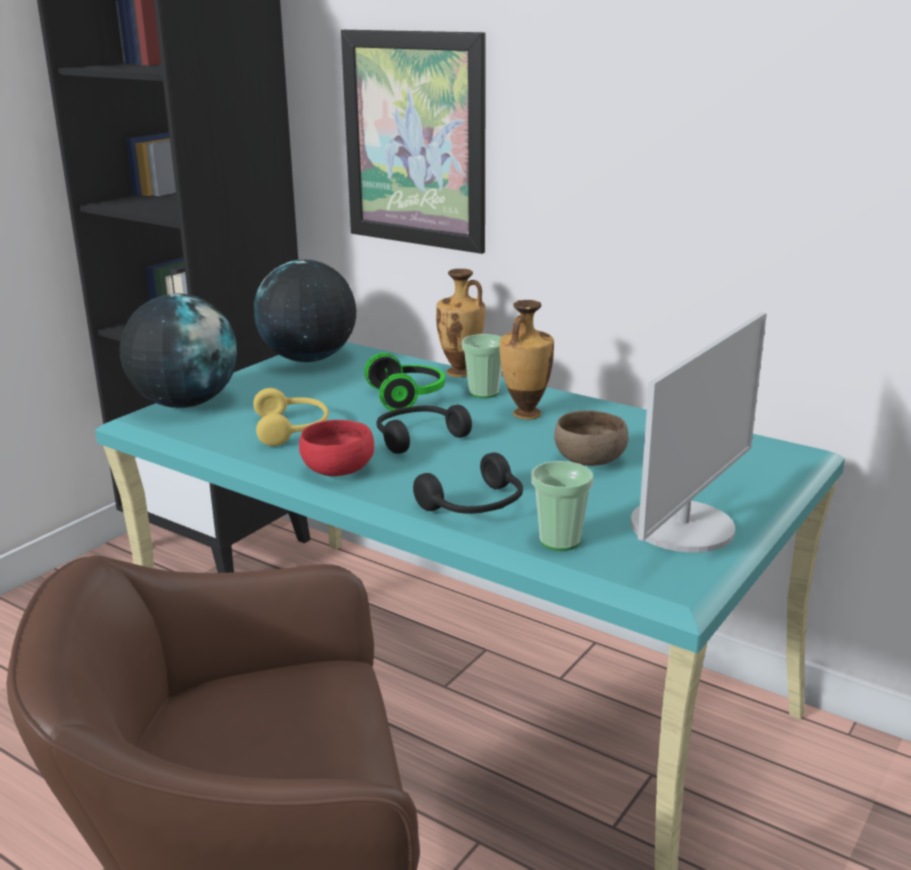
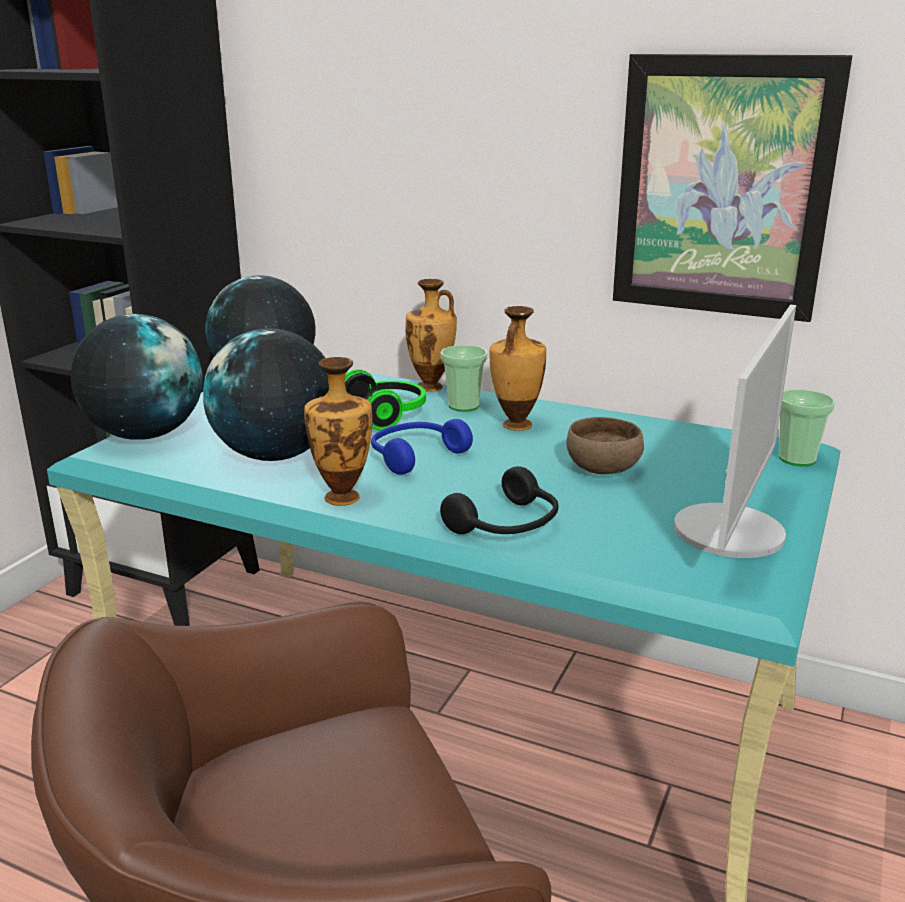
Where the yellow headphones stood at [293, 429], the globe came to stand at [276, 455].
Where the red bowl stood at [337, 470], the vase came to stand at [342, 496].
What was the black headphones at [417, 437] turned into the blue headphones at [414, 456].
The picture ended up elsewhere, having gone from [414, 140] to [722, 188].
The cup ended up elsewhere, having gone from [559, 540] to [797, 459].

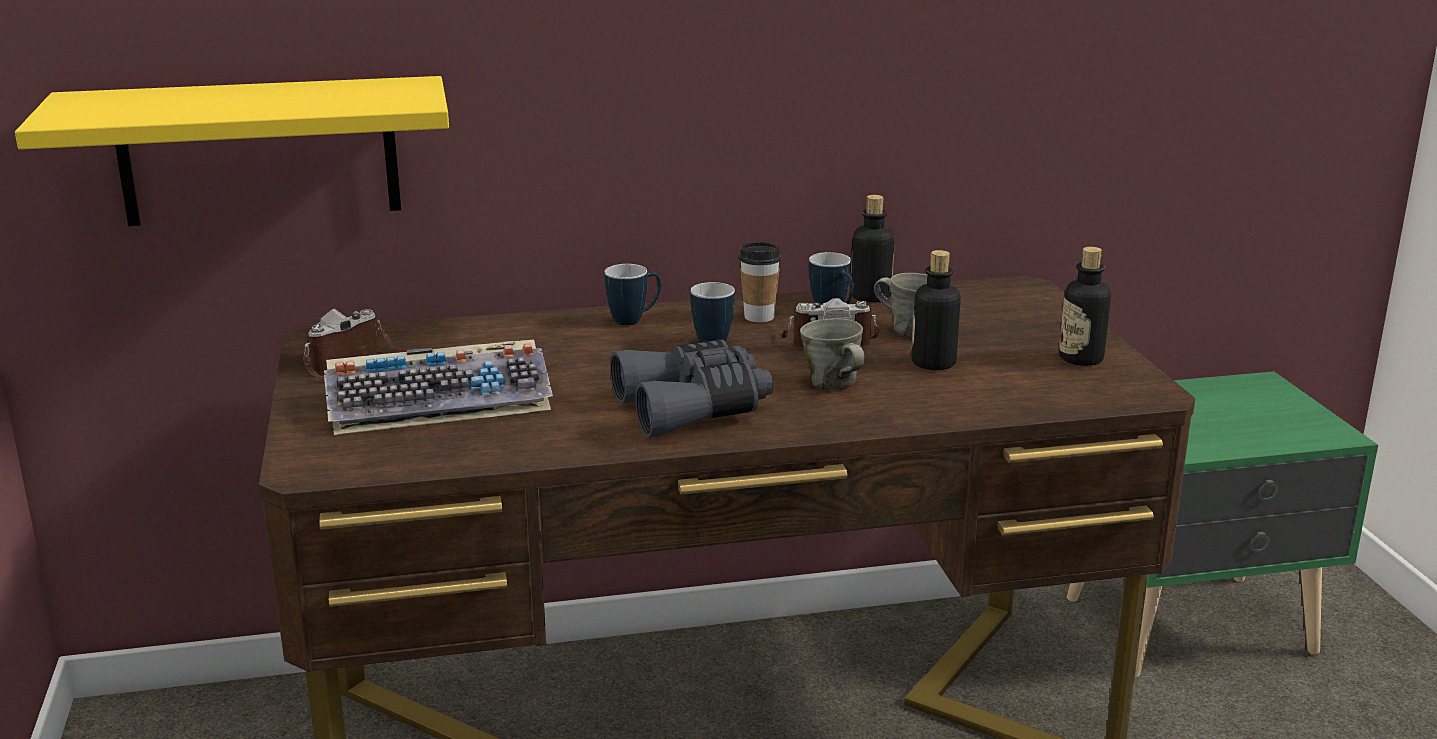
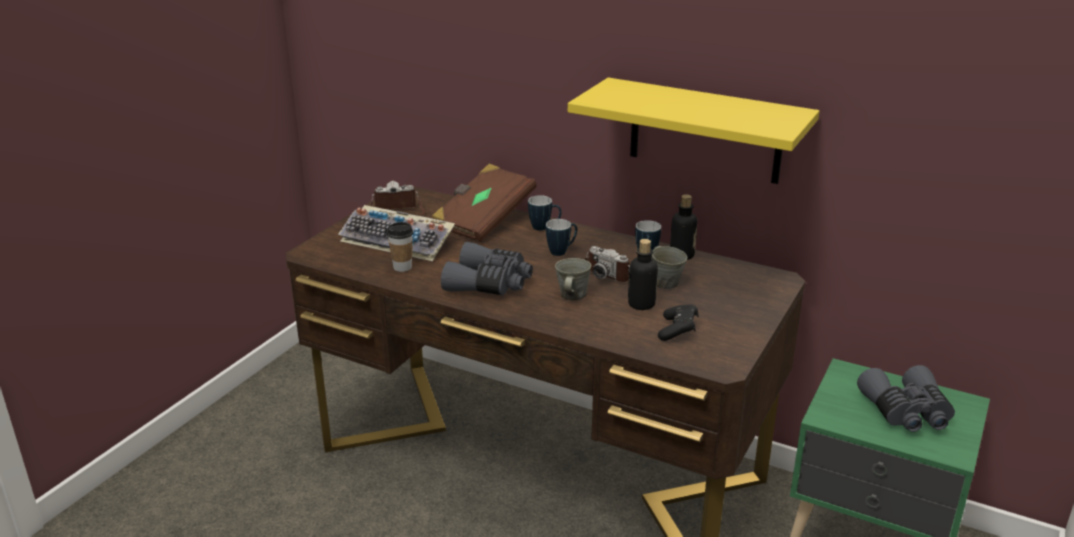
The cup ended up elsewhere, having gone from [759, 317] to [402, 267].
The second view gained the brown book at [483, 220].
The yellow shelf ended up elsewhere, having gone from [259, 151] to [705, 131].
The second view gained the black game controller at [678, 331].
The second view gained the grey binoculars at [907, 412].
The second view lost the bottle at [1081, 358].

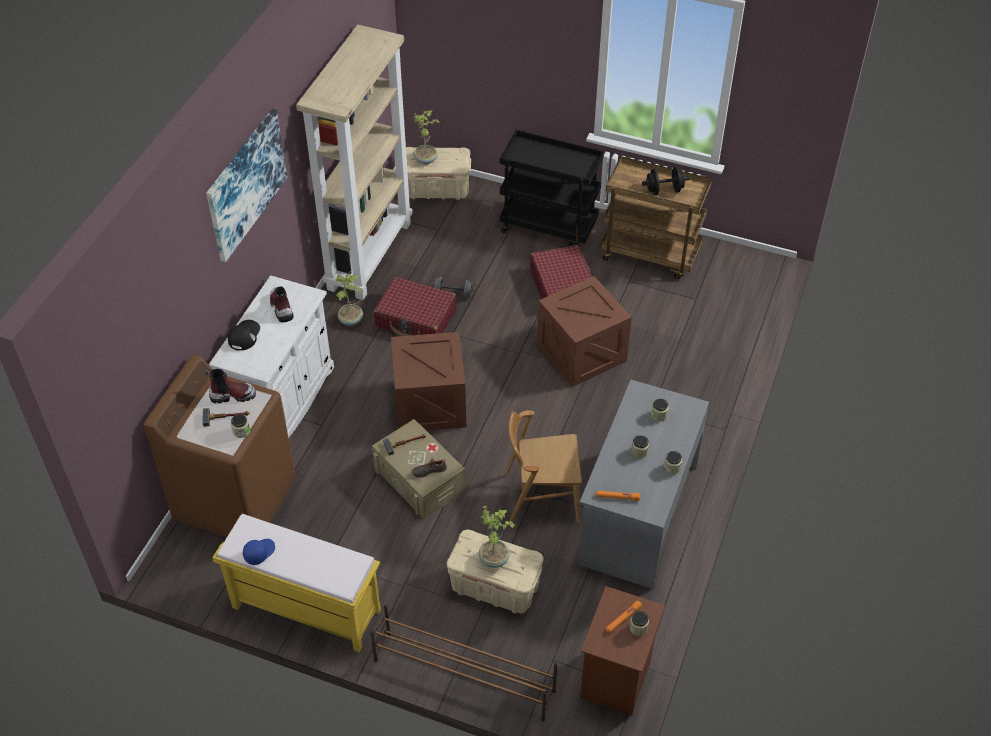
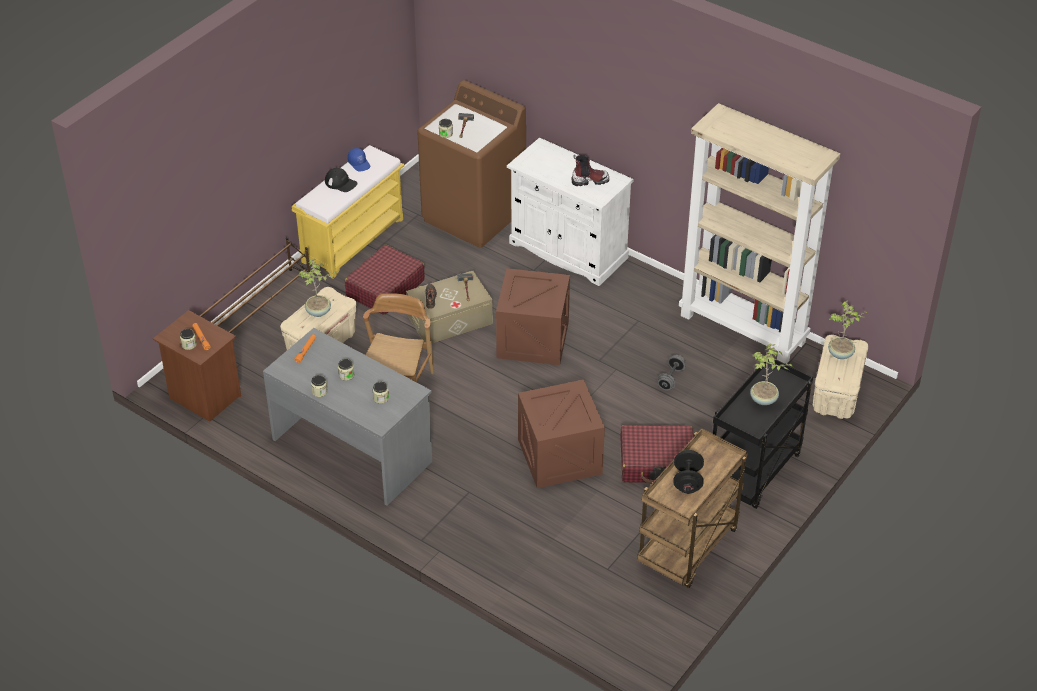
The black cap ended up elsewhere, having gone from [244, 336] to [341, 183].
The red suitcase ended up elsewhere, having gone from [416, 319] to [385, 288].
The potted plant ended up elsewhere, having gone from [351, 320] to [763, 400].
The second view lost the boot at [232, 395].
The second view lost the picture at [245, 184].

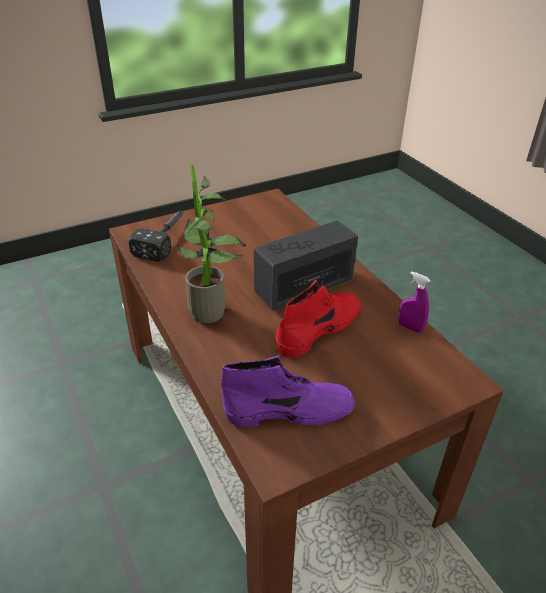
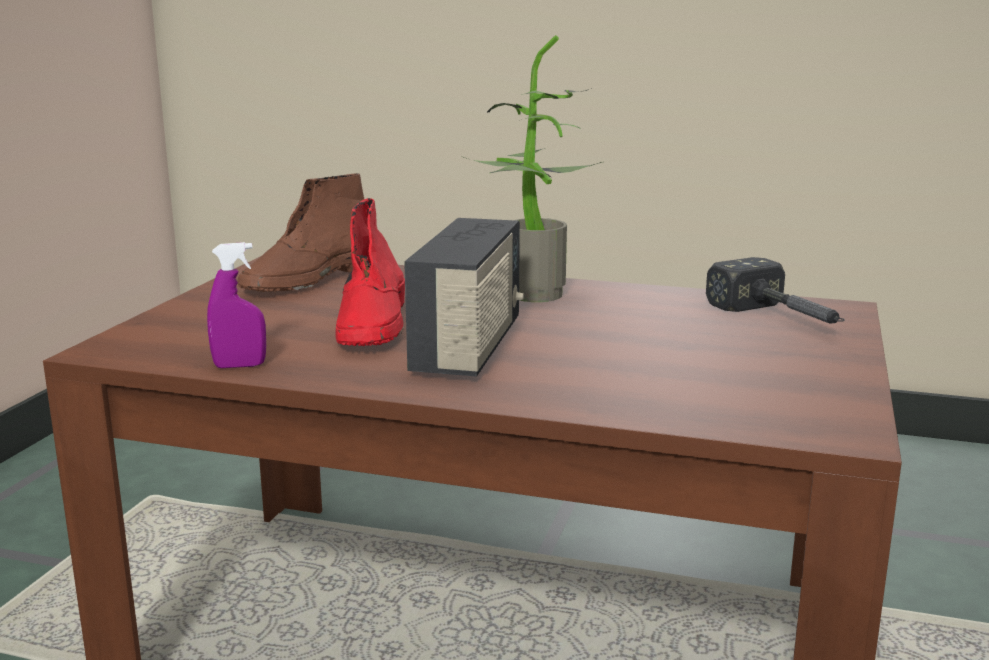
What was the purple boot at [290, 411] turned into the brown boot at [309, 281].

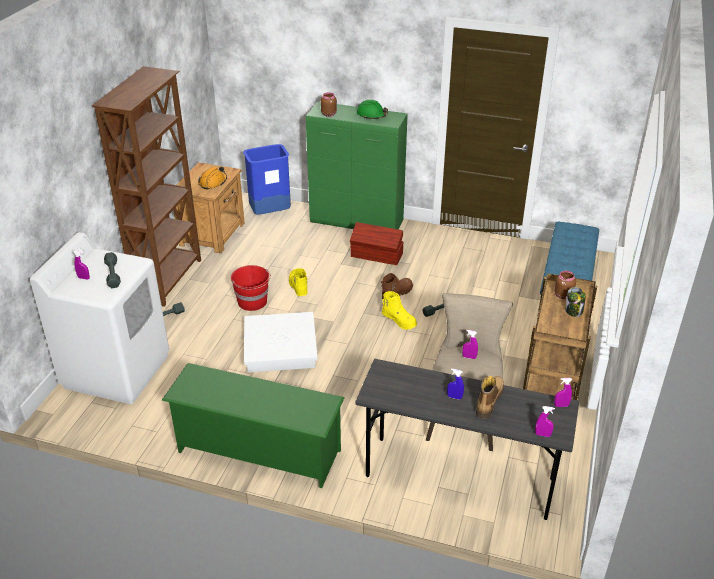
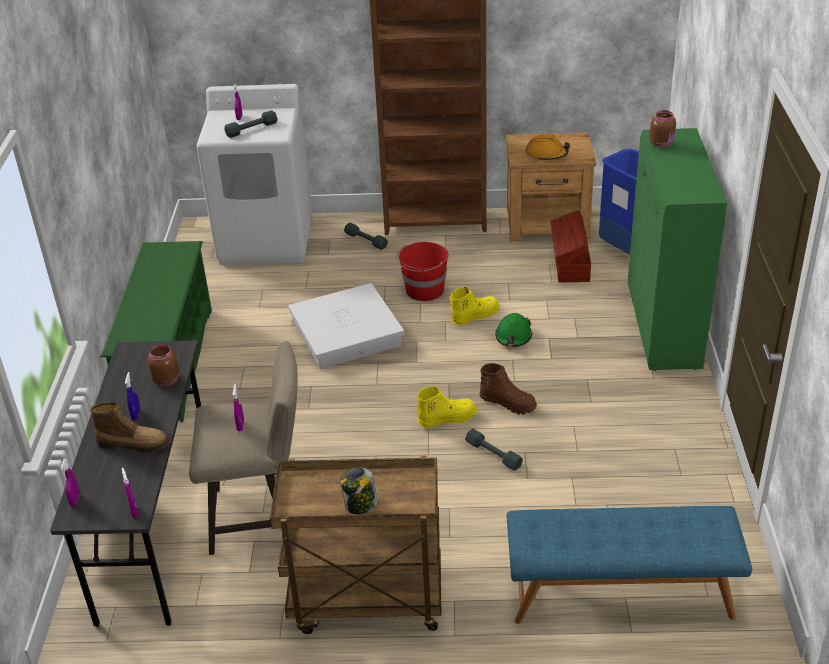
The brown jar ended up elsewhere, having gone from [562, 295] to [166, 379].
The yellow boot at [399, 320] ended up facing another way, 135 degrees counterclockwise from before.
The green hard hat ended up elsewhere, having gone from [372, 115] to [513, 336].
The brown storage box ended up elsewhere, having gone from [377, 255] to [570, 264].

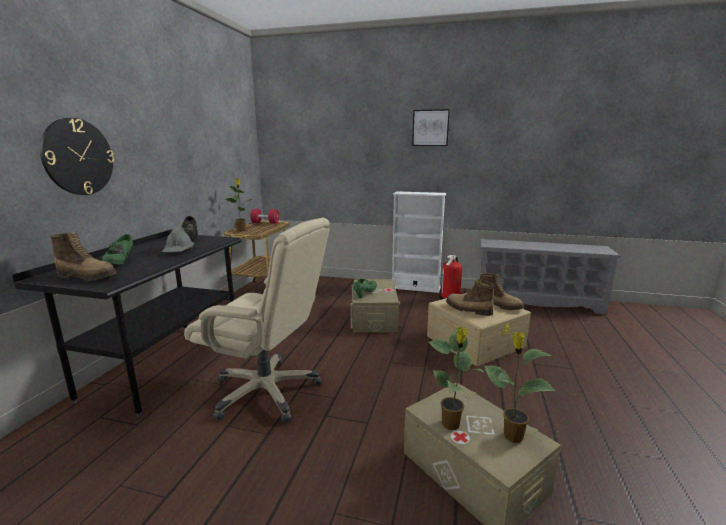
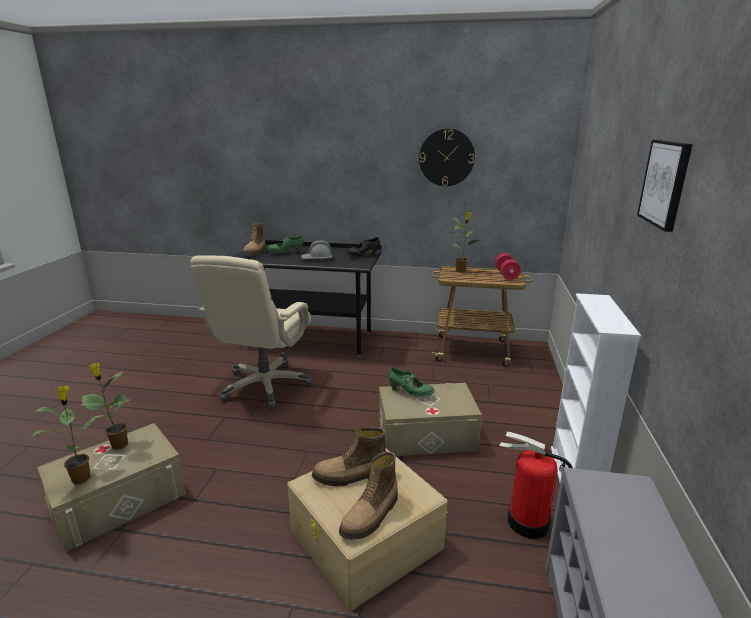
The boot at [468, 309] ended up facing another way, 135 degrees counterclockwise from before.
The wall clock ended up elsewhere, having gone from [78, 157] to [446, 157].

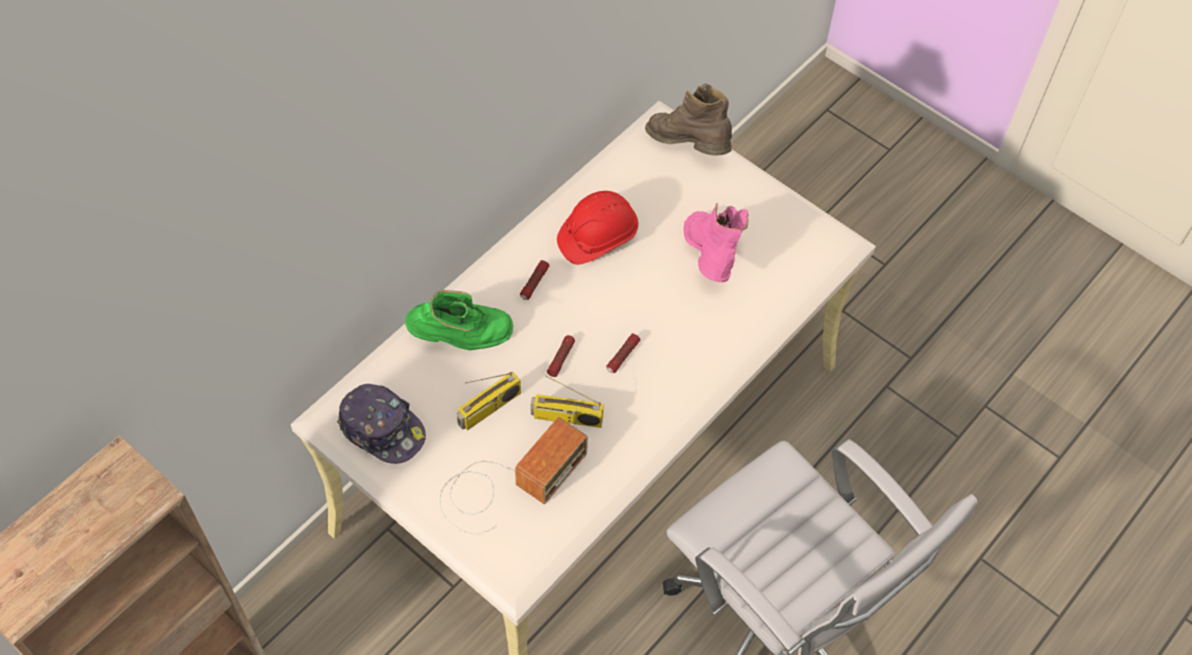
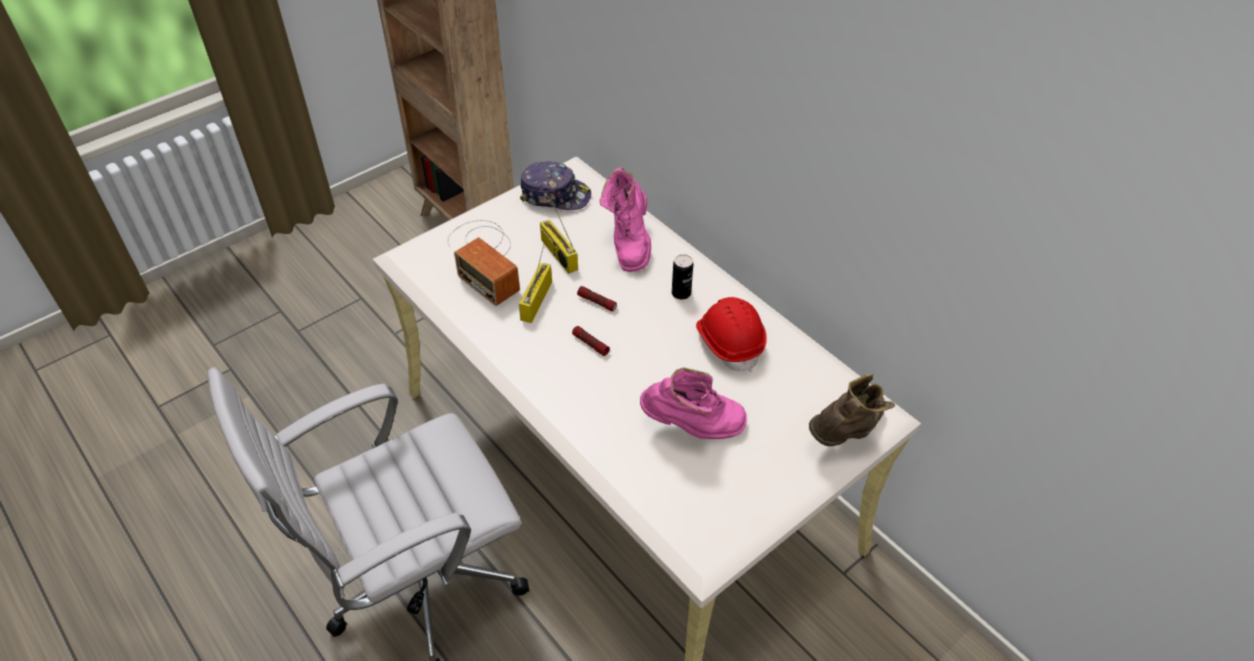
The cap at [382, 429] ended up facing another way, 120 degrees counterclockwise from before.
What was the green boot at [461, 339] turned into the pink boot at [629, 243].
Where the flashlight stood at [534, 283], the can came to stand at [681, 293].

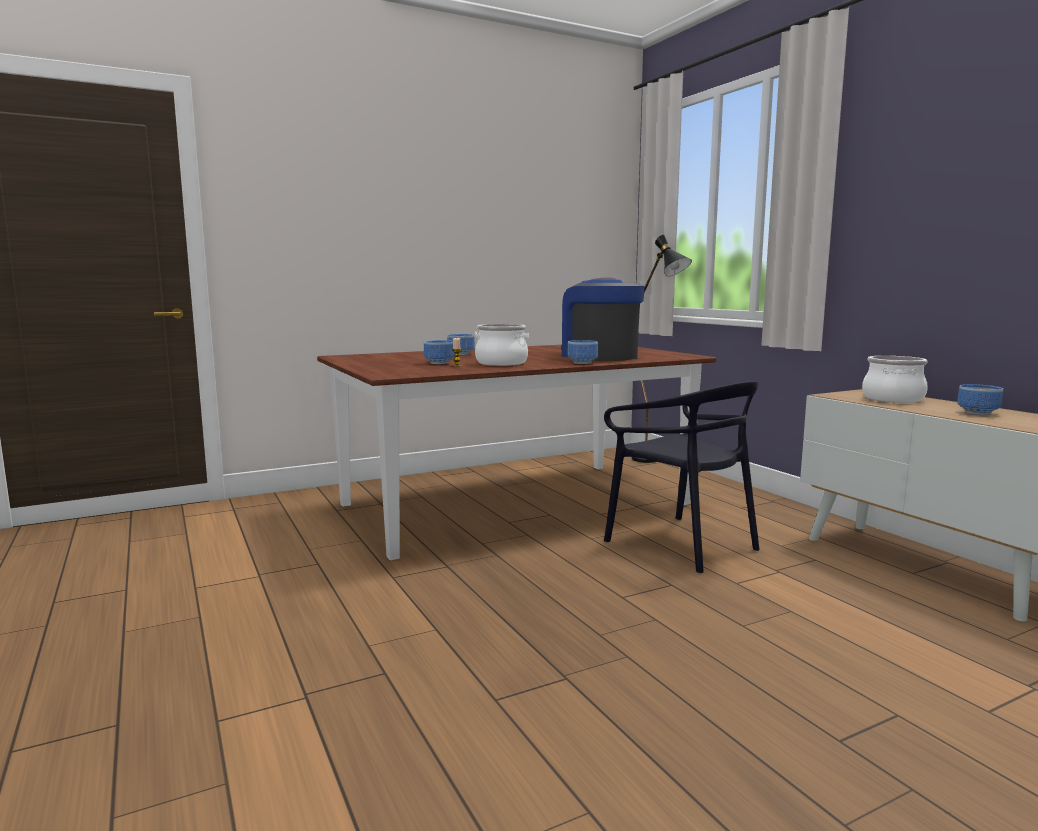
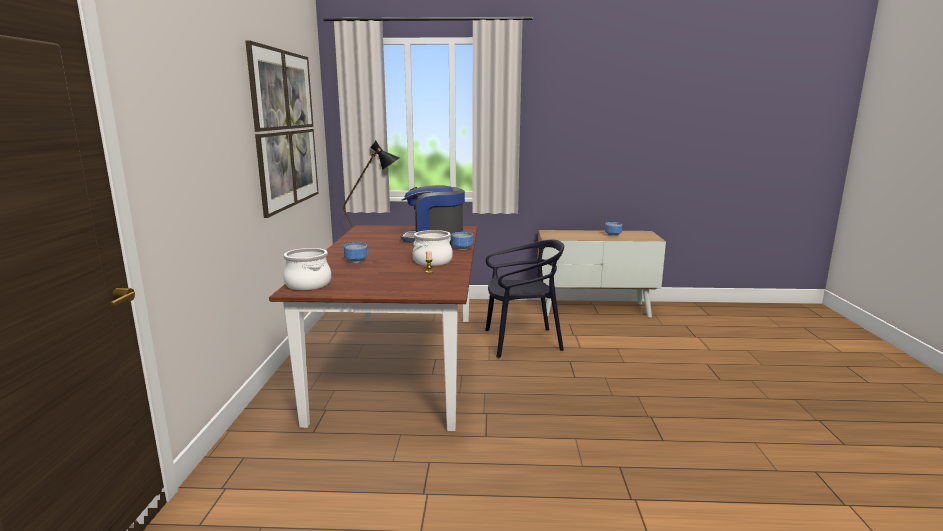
The second view gained the picture at [285, 129].
The cooking pot ended up elsewhere, having gone from [893, 399] to [308, 284].
The second view lost the bowl at [438, 363].

